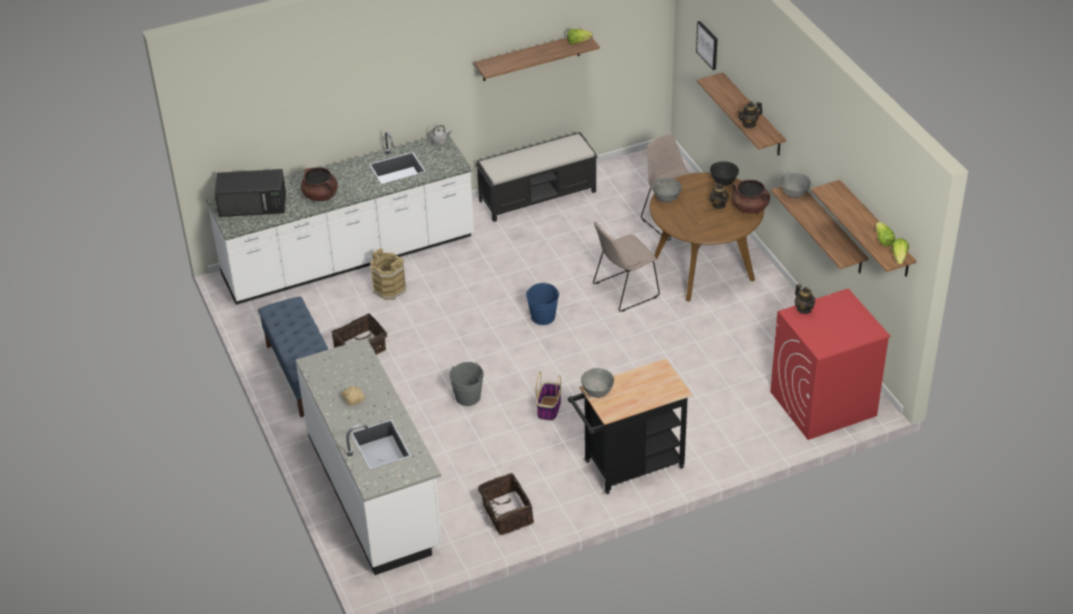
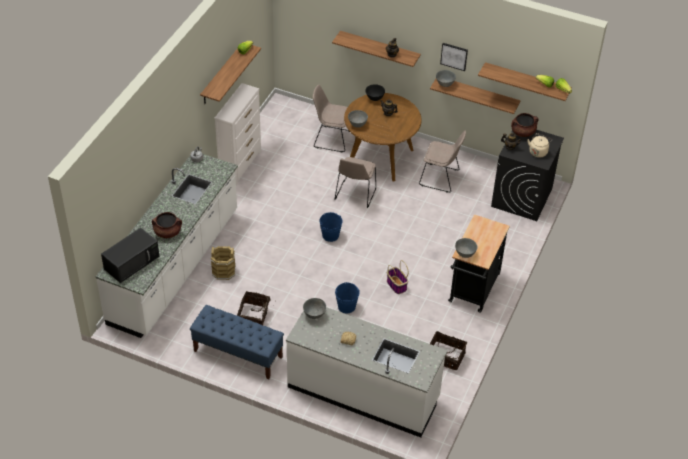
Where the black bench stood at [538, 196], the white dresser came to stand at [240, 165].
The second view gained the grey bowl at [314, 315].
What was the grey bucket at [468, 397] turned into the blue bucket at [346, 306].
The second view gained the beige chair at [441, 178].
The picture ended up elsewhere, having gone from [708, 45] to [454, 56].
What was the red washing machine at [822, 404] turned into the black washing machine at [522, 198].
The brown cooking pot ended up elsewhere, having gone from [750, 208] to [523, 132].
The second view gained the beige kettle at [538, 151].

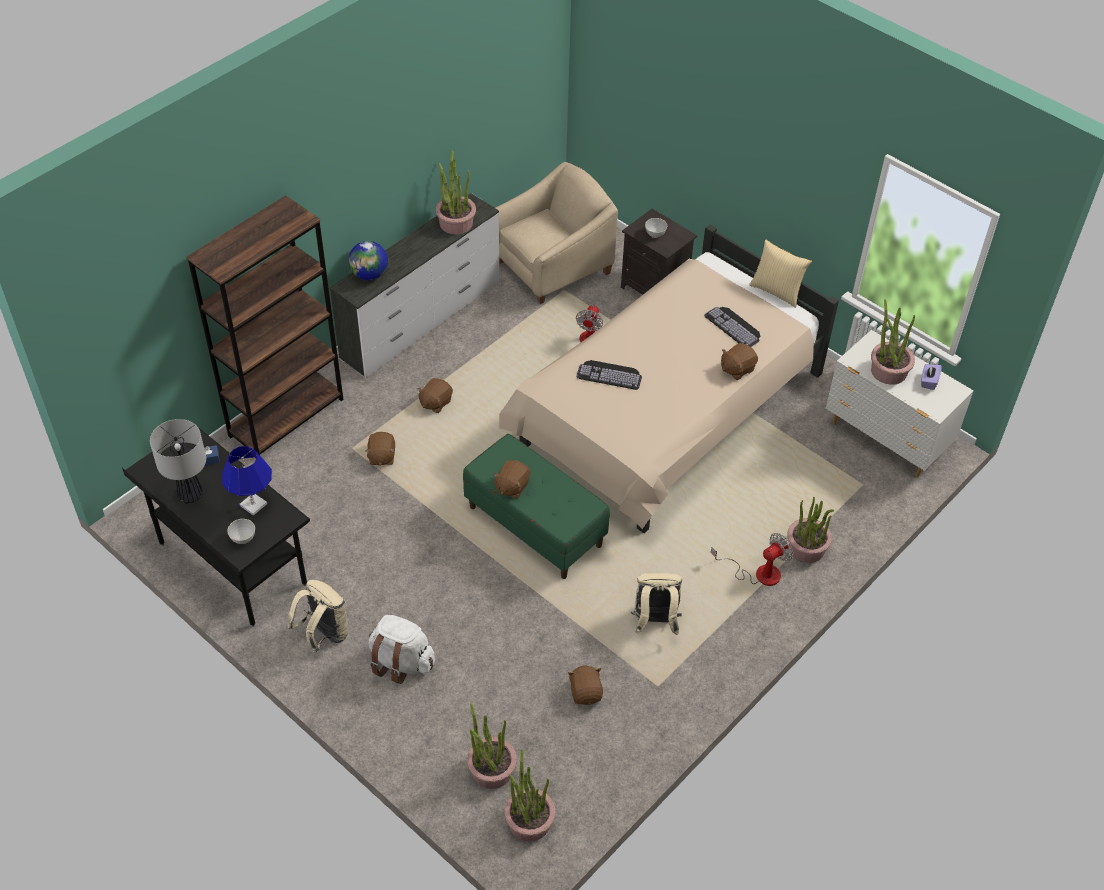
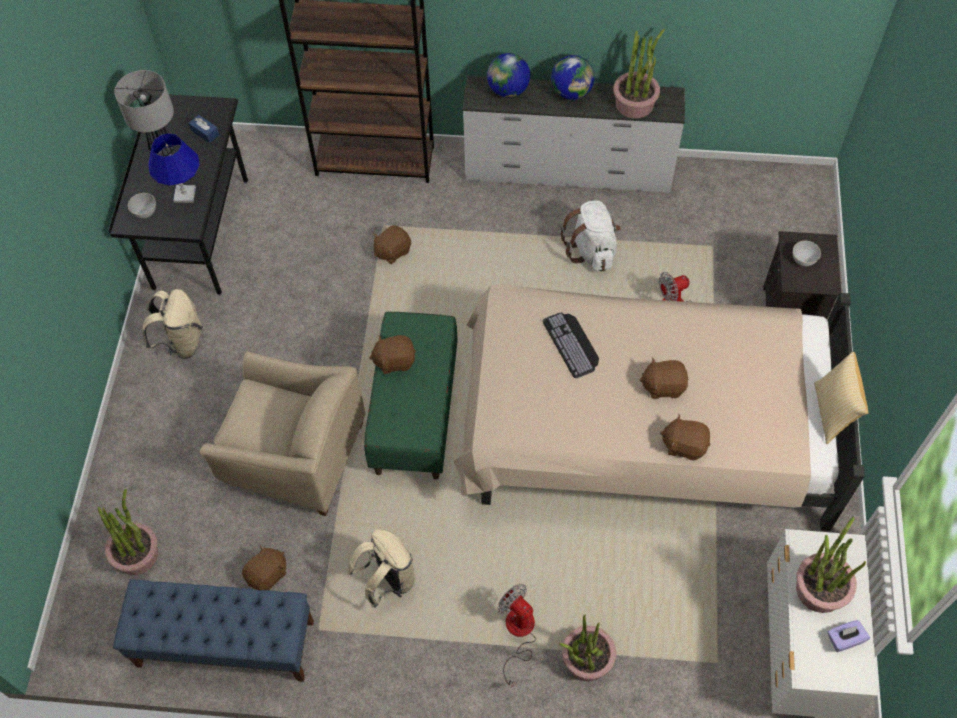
The second view gained the blue bench at [225, 644].
The beige armchair ended up elsewhere, having gone from [552, 267] to [294, 455].
The fan at [758, 573] ended up facing another way, 150 degrees counterclockwise from before.
The second view gained the globe at [571, 92].
The white backpack ended up elsewhere, having gone from [401, 662] to [591, 251].
The brown plush toy ended up elsewhere, having gone from [435, 402] to [663, 386].
The second view lost the potted plant at [529, 821].
The second view lost the keyboard at [735, 326].

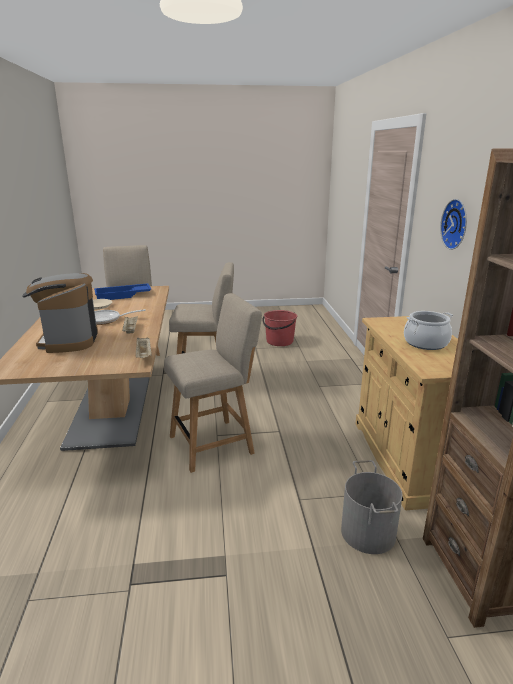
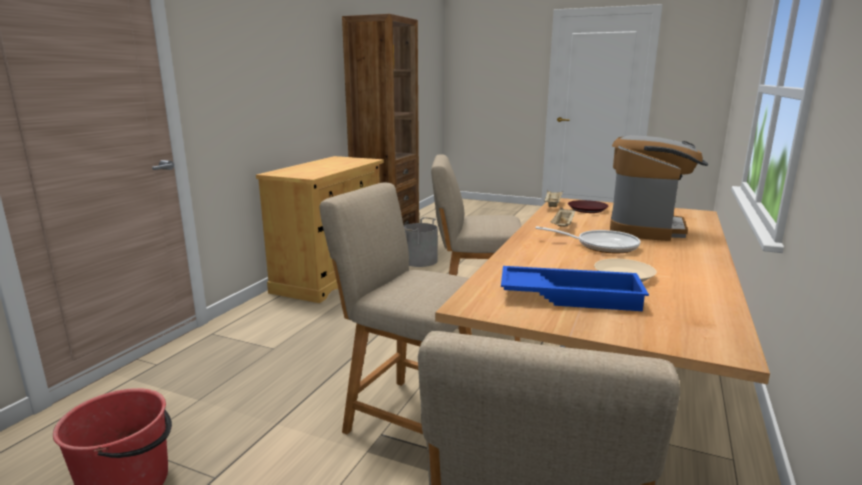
The second view gained the brown plate at [587, 210].
The second view lost the cooking pot at [425, 343].
The second view lost the wall clock at [457, 224].

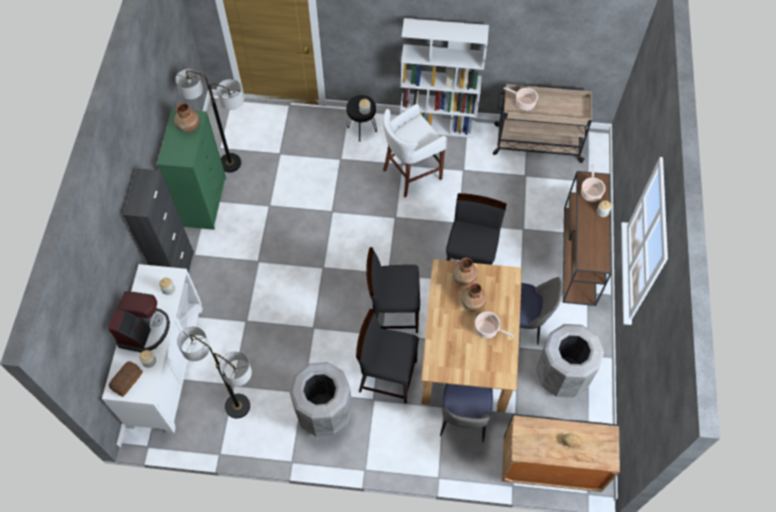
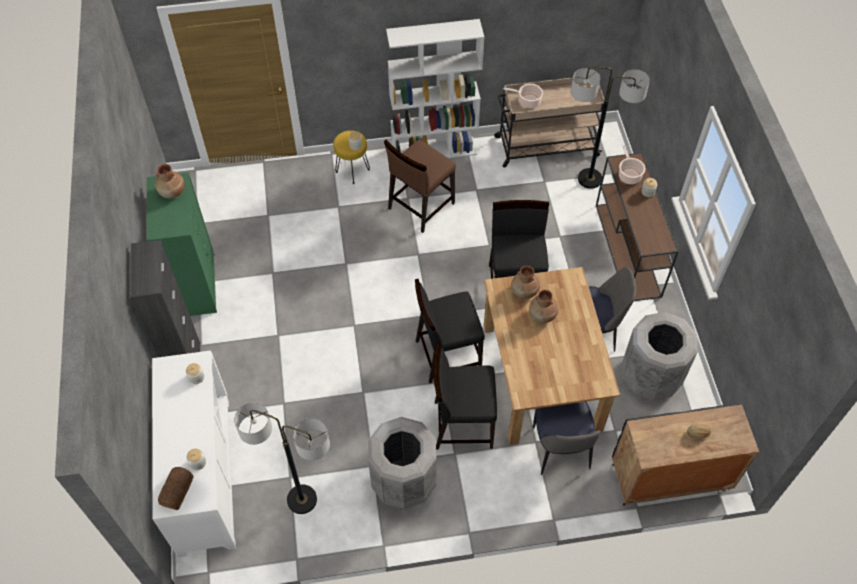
What was the black stool at [362, 129] turned into the yellow stool at [353, 170].
Where the white stool stood at [410, 174], the brown chair came to stand at [420, 206].
The floor lamp ended up elsewhere, having gone from [230, 163] to [590, 179].
The second view lost the coffee machine at [144, 330].
The second view lost the cooking pot at [488, 329].

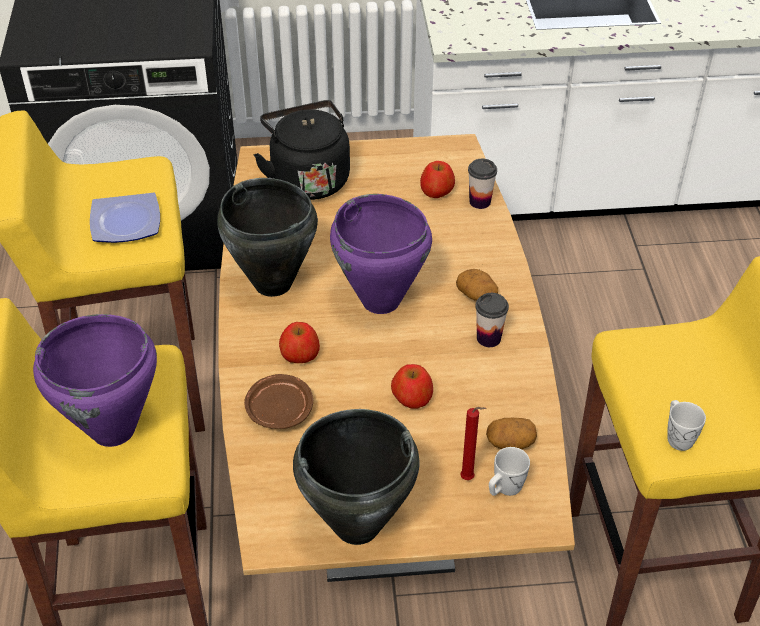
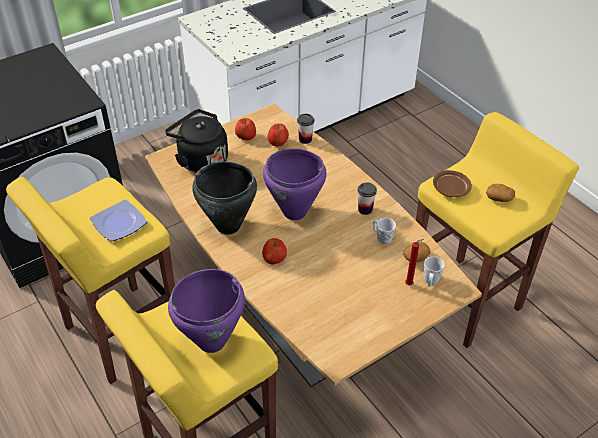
The apple ended up elsewhere, having gone from [412, 397] to [245, 136].
The white mug ended up elsewhere, having gone from [677, 436] to [381, 238].
The brown plate ended up elsewhere, having gone from [279, 409] to [450, 189].
The potato ended up elsewhere, having gone from [477, 294] to [499, 198].
The second view lost the black cooking pot at [356, 525].

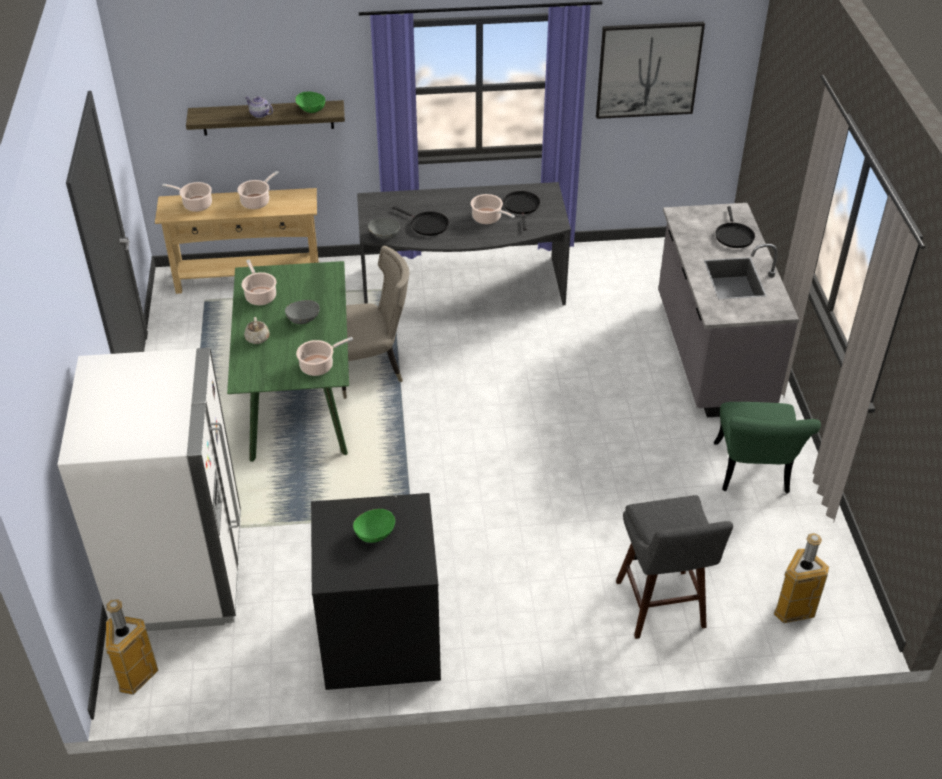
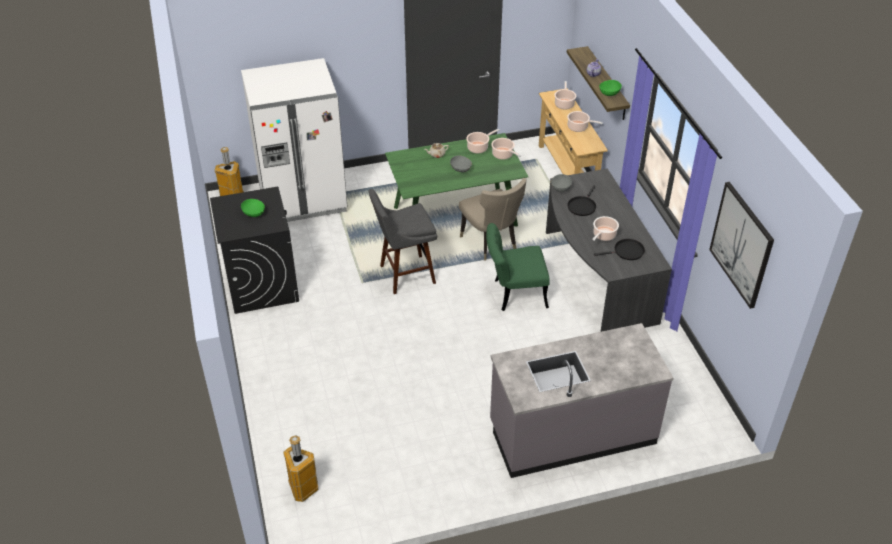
The grey stool ended up elsewhere, having gone from [661, 608] to [404, 275].
The green chair ended up elsewhere, having gone from [753, 475] to [514, 294].
The cooking pot ended up elsewhere, having gone from [319, 366] to [503, 155].
The second view lost the black frying pan at [733, 236].

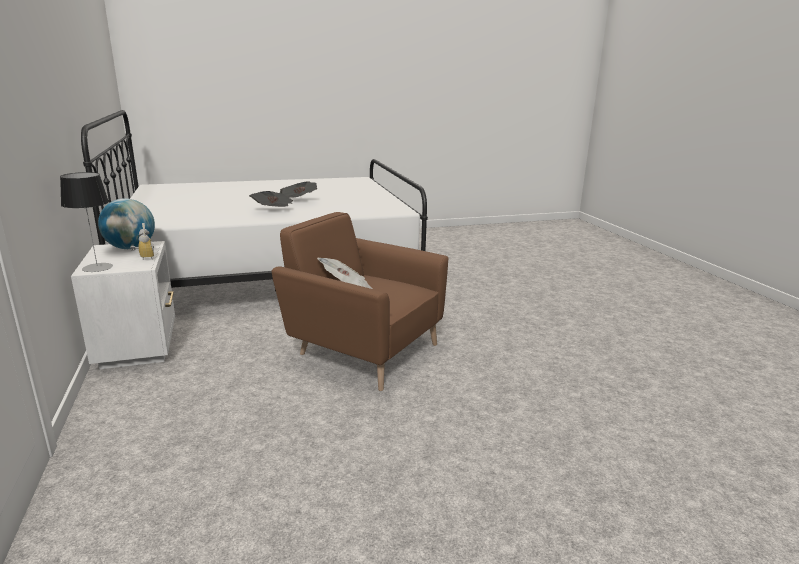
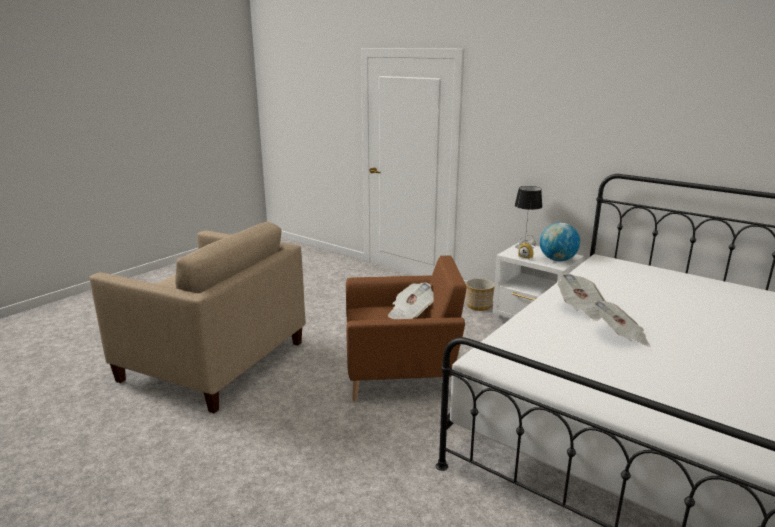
The second view gained the beige armchair at [213, 361].
The second view gained the planter at [479, 306].

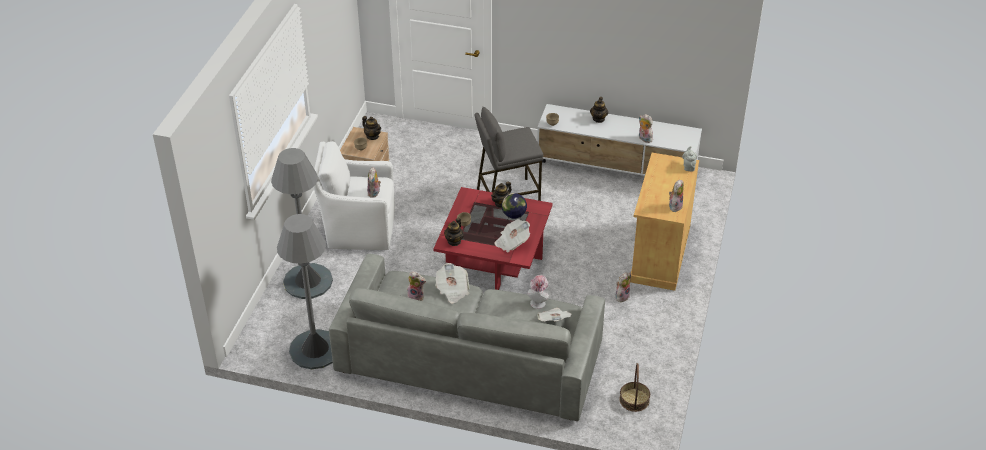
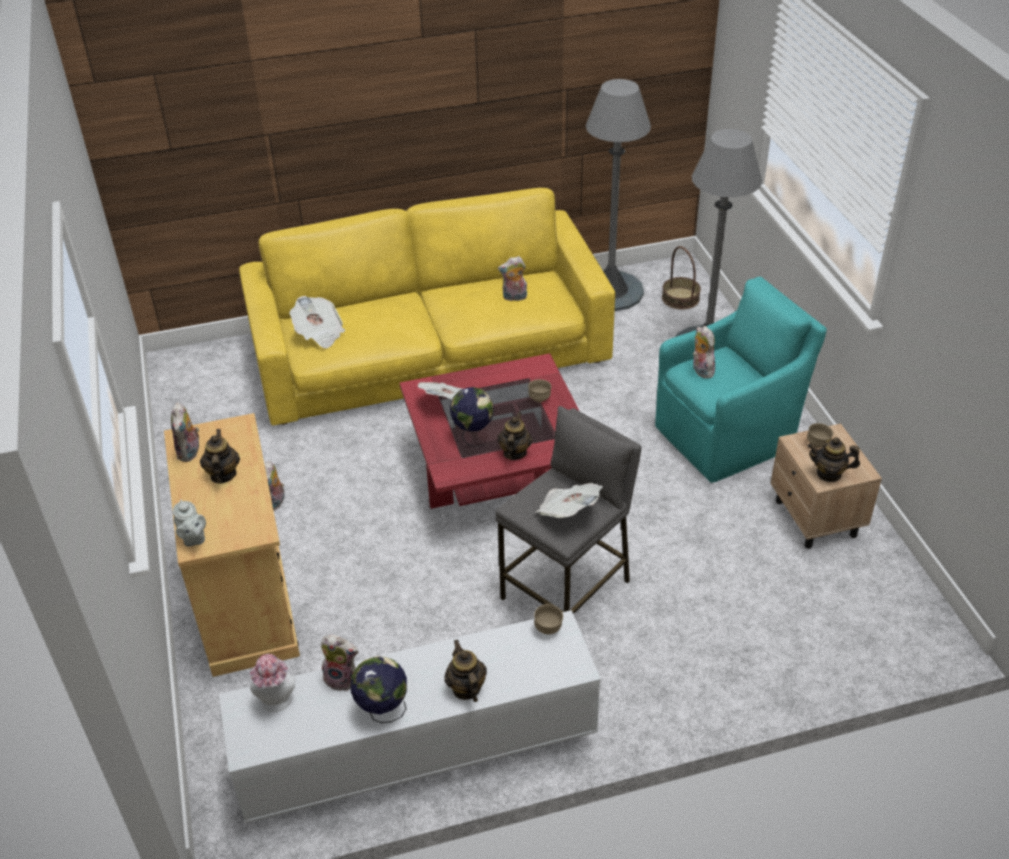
The teapot ended up elsewhere, having gone from [454, 241] to [223, 475].
What was the grey sofa at [469, 356] turned into the yellow sofa at [429, 351].
The hat ended up elsewhere, having gone from [538, 301] to [276, 702].
The second view gained the globe at [382, 710].
The newspaper ended up elsewhere, having gone from [452, 290] to [568, 511].
What was the white armchair at [358, 229] turned into the turquoise armchair at [727, 436].
The basket ended up elsewhere, having gone from [634, 400] to [680, 298].

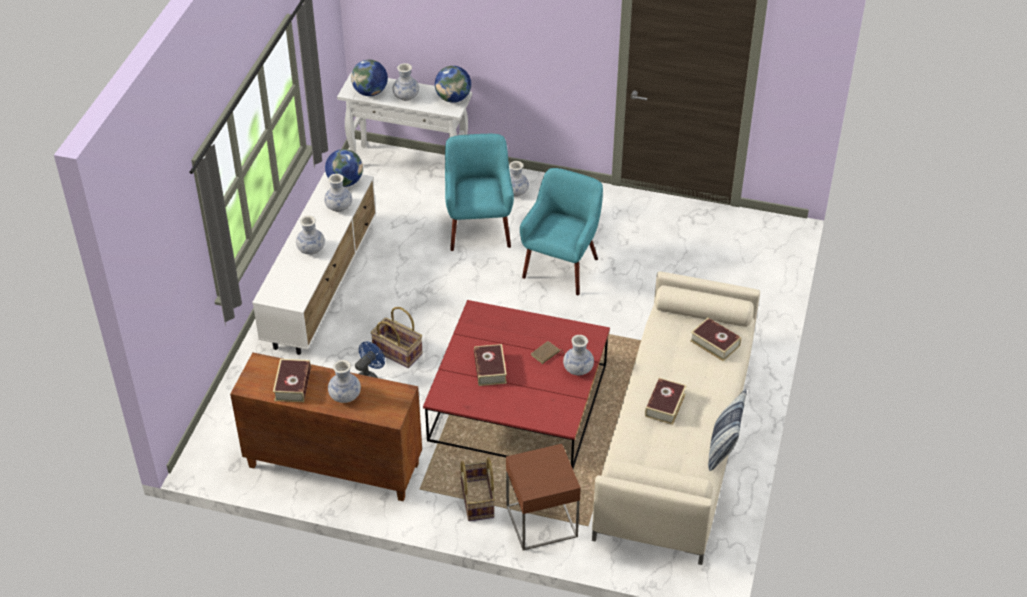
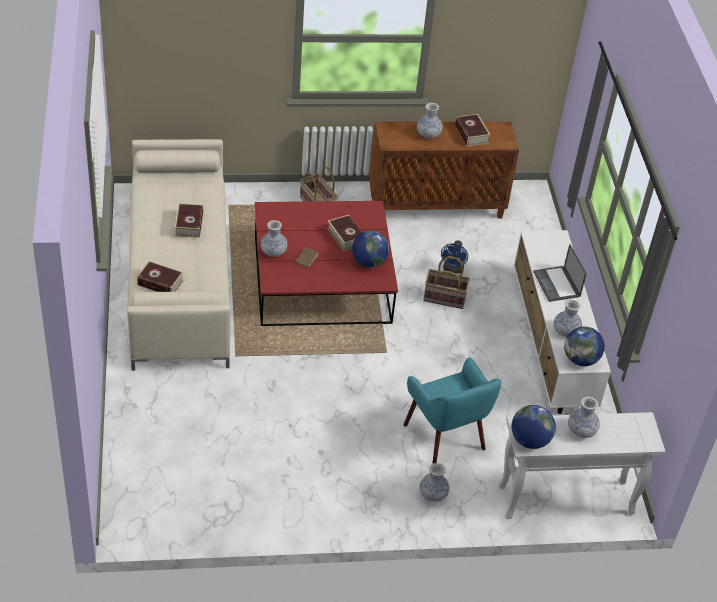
The globe ended up elsewhere, having gone from [370, 92] to [369, 262].
Where the vase stood at [311, 249], the laptop came to stand at [557, 284].
The second view lost the brown side table at [541, 521].
The second view lost the turquoise armchair at [562, 267].
The second view lost the pillow at [723, 449].

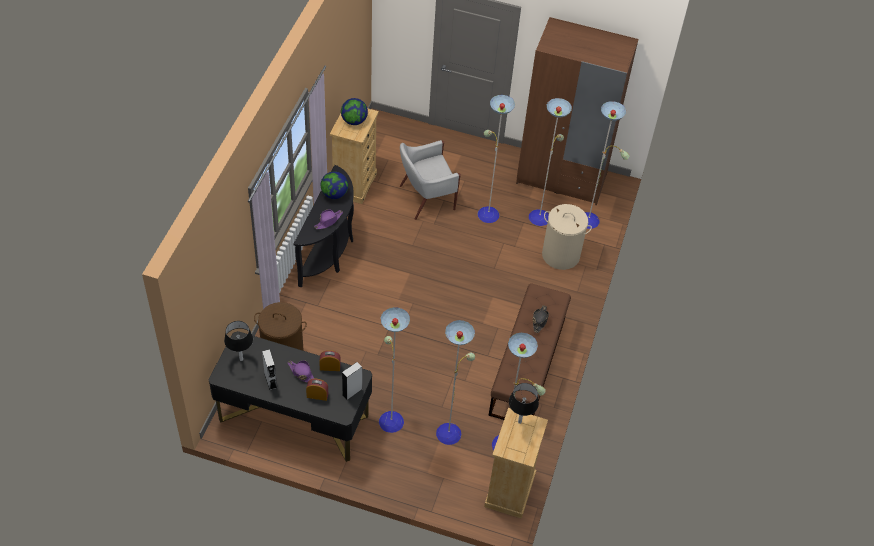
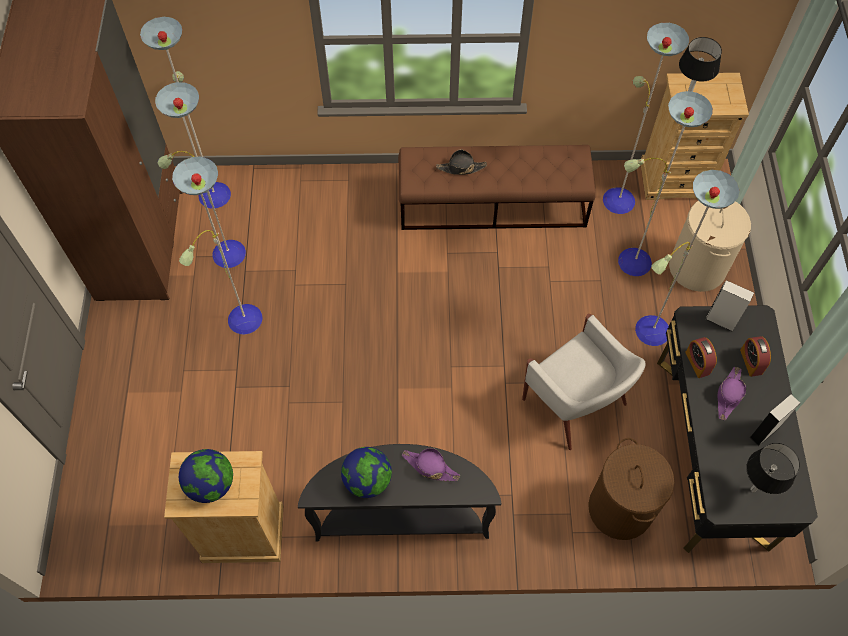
The white armchair ended up elsewhere, having gone from [425, 198] to [575, 404].
The beige laundry basket ended up elsewhere, having gone from [560, 255] to [697, 267].

